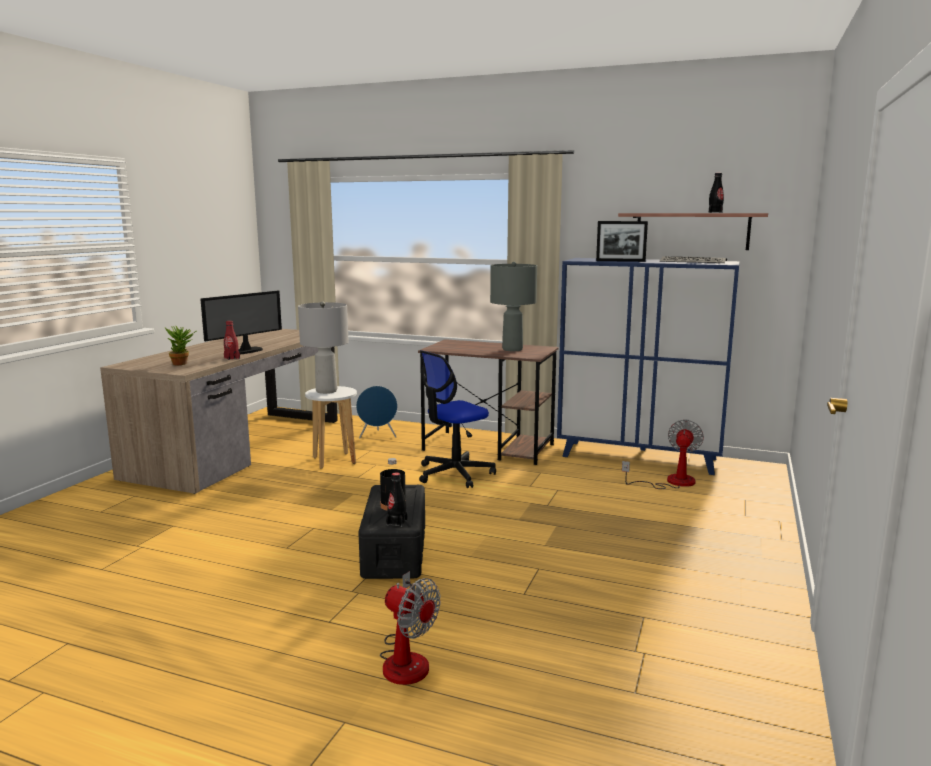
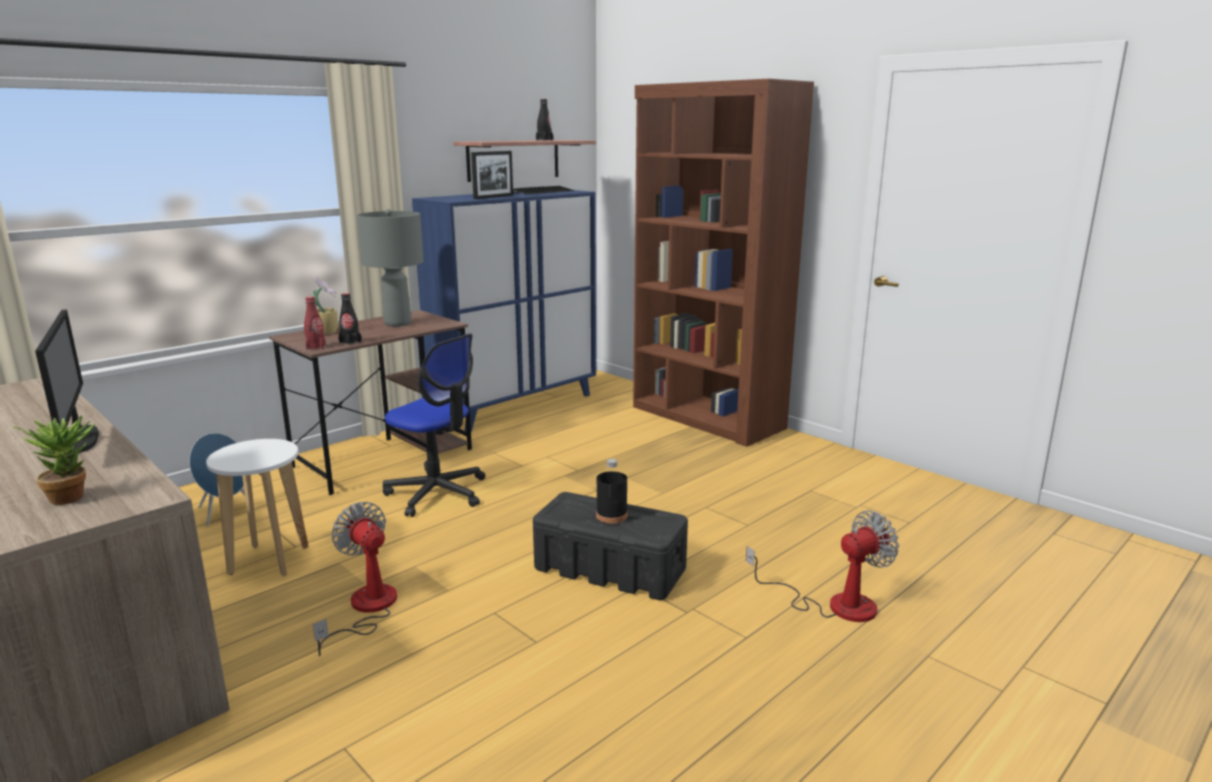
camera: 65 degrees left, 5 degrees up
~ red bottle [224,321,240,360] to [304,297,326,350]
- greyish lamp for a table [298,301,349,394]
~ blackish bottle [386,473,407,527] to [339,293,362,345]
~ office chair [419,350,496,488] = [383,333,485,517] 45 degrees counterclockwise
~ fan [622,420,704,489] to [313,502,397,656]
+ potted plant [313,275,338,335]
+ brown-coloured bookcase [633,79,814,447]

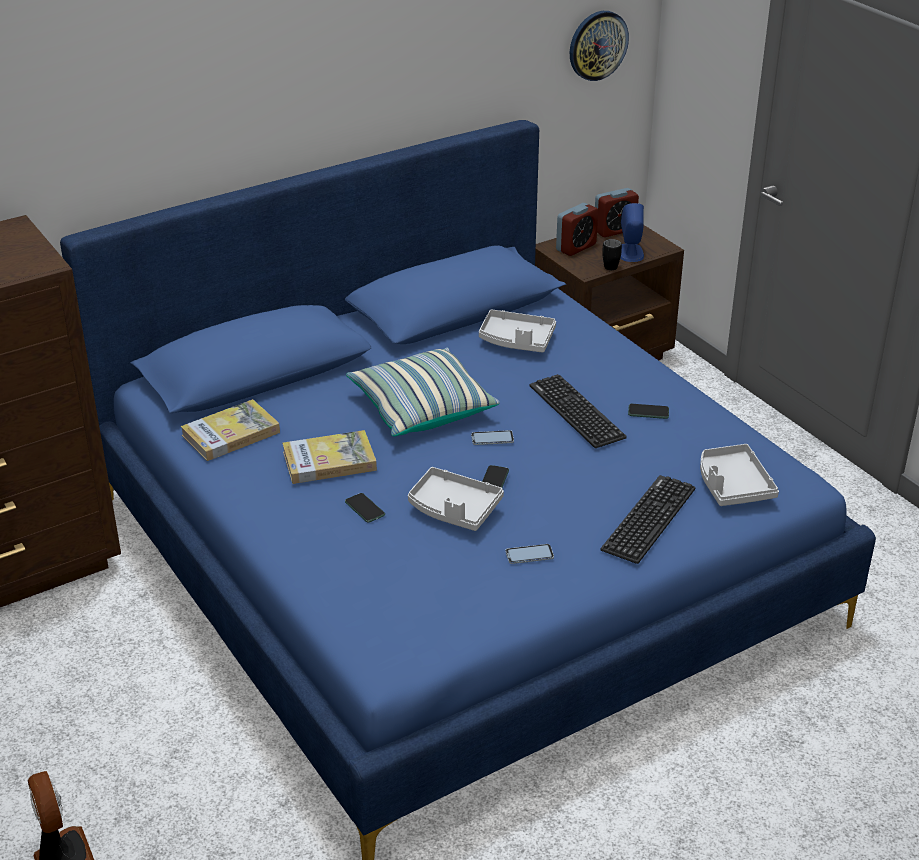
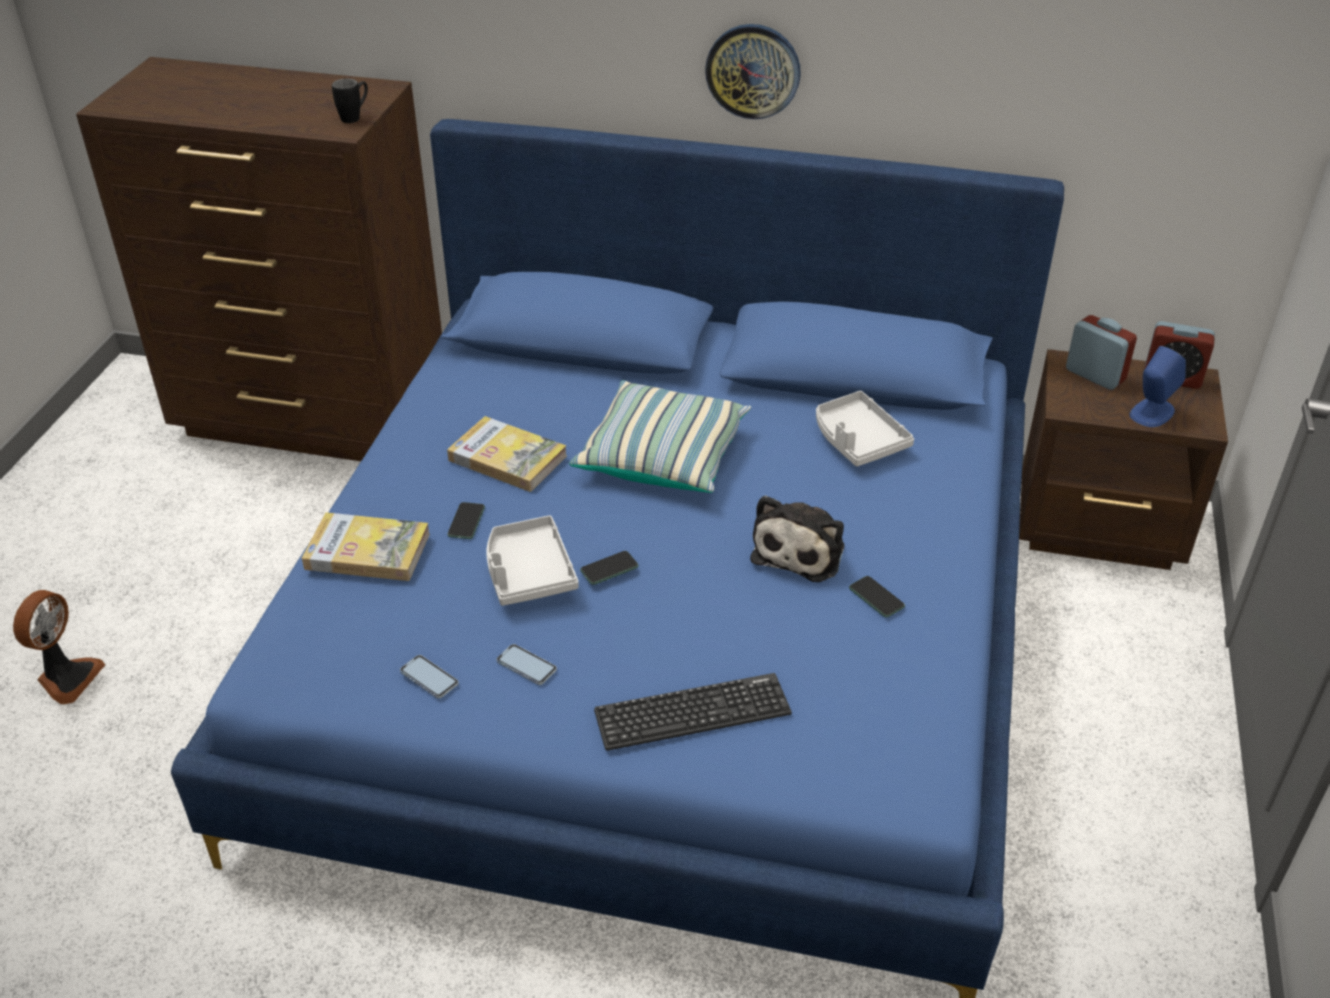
camera: 45 degrees right, 5 degrees up
~ book [181,399,280,461] to [302,512,430,581]
~ handset [471,430,514,445] to [400,655,459,698]
~ keyboard [529,374,627,448] to plush toy [750,495,844,582]
~ table clock [556,203,598,256] = [1066,315,1137,390] 135 degrees counterclockwise
~ clock on the wall [570,11,629,81] to [705,24,801,119]
~ blackish coffee mug [602,239,622,270] to [332,78,368,123]
- greyish carrying tray [700,444,779,506]

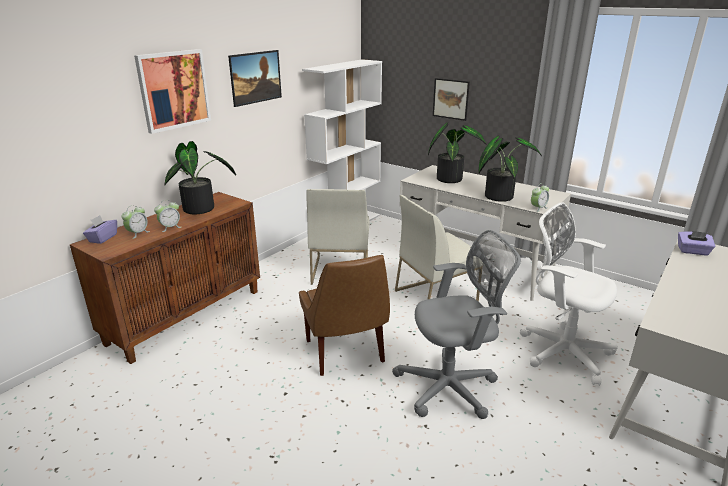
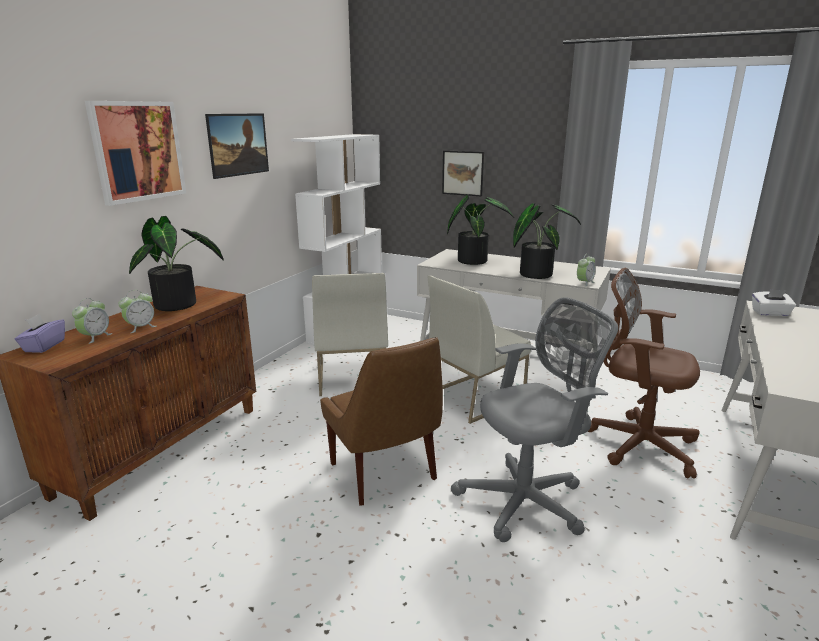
camera: 10 degrees left, 5 degrees down
~ whitish office chair [520,203,618,386] to brown-coloured office chair [588,268,700,478]
~ purplish box of tissues [678,231,715,256] to whitish box of tissues [752,289,796,316]

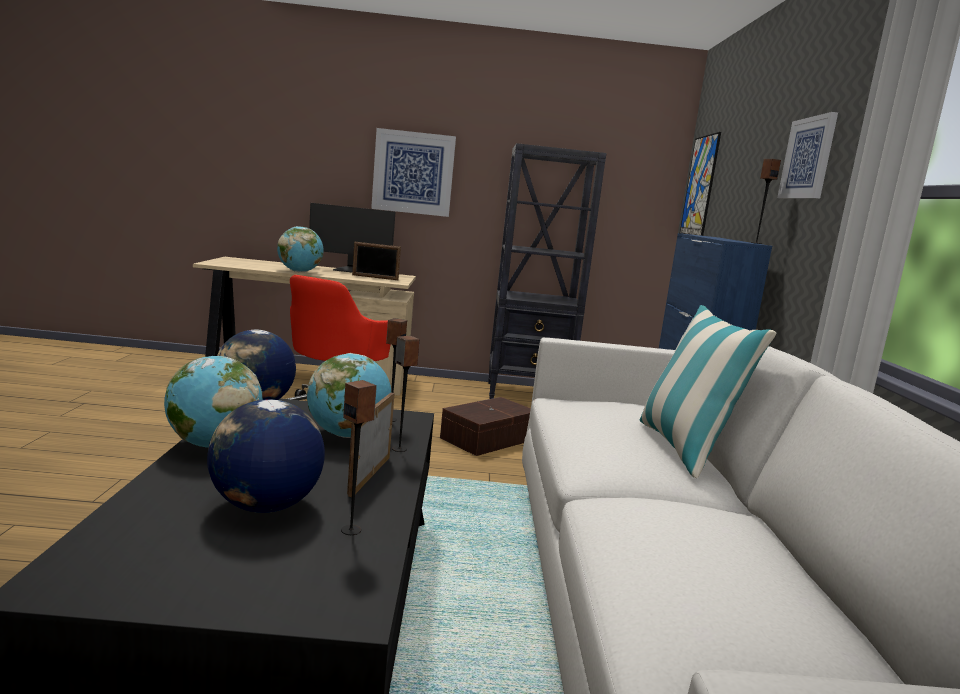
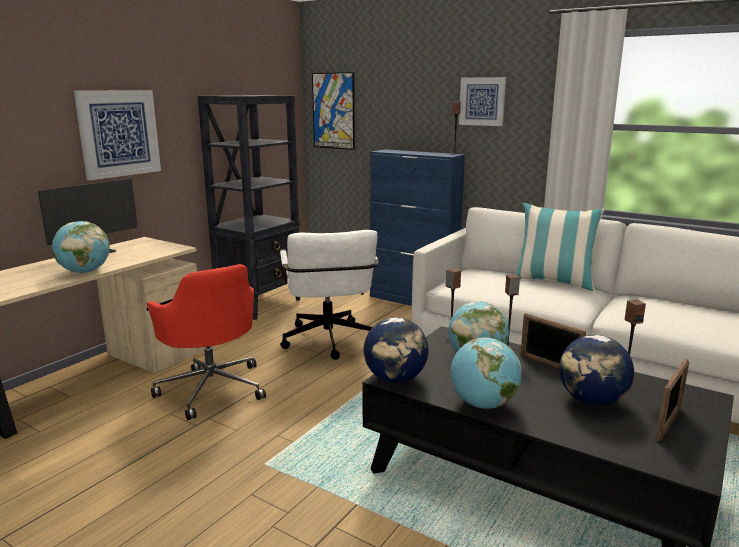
camera: 55 degrees left, 5 degrees up
~ standing frame [352,242,401,280] to [656,359,689,441]
~ brown-coloured storage bin [440,397,531,456] to whitish office chair [280,230,379,360]

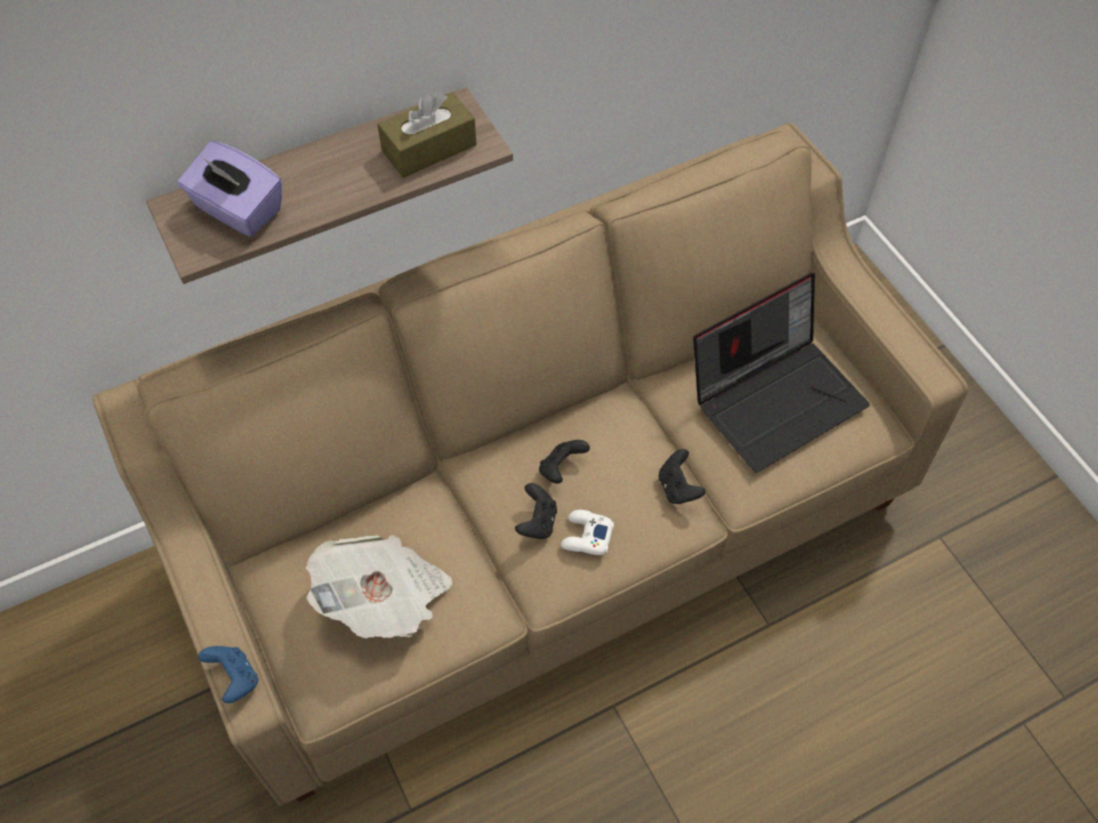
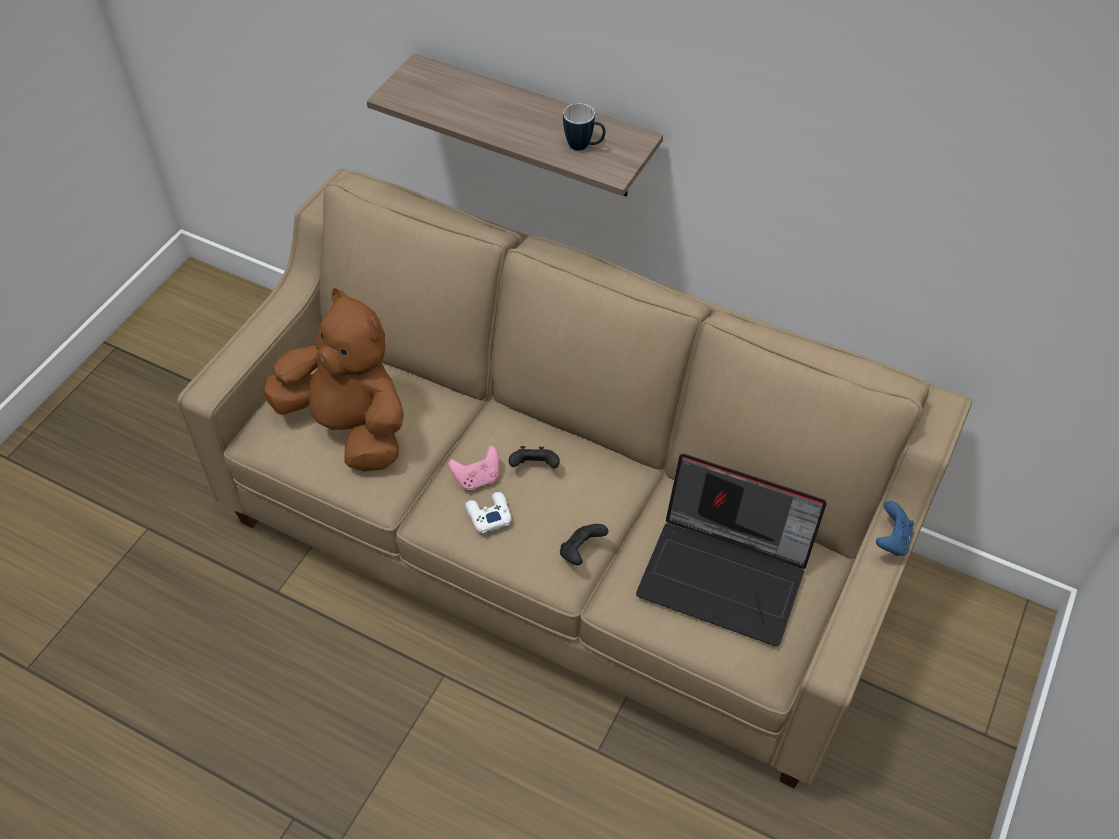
camera: 55 degrees right, 5 degrees down
- purplish box of tissues [178,141,282,237]
~ bluish gamepad [198,646,258,703] to [876,501,914,556]
~ daily paper [306,535,453,638] to brown-coloured plush toy [263,288,404,472]
~ brown-coloured box of tissues [377,92,477,178] to coffee mug [563,103,606,151]
~ blackish gamepad [515,483,557,539] to pinkish gamepad [448,446,499,490]

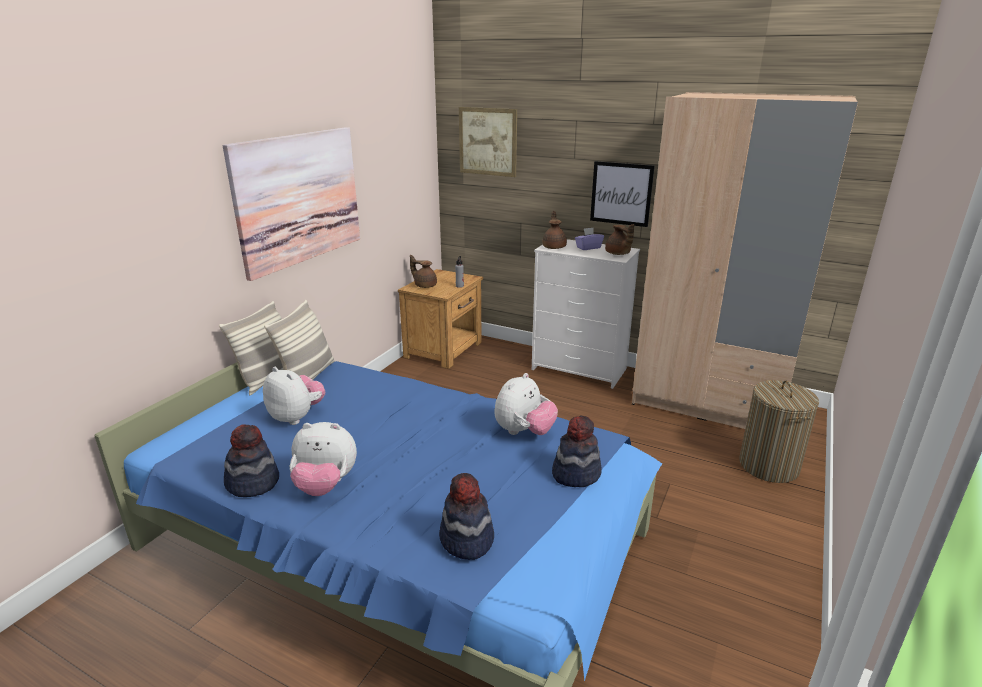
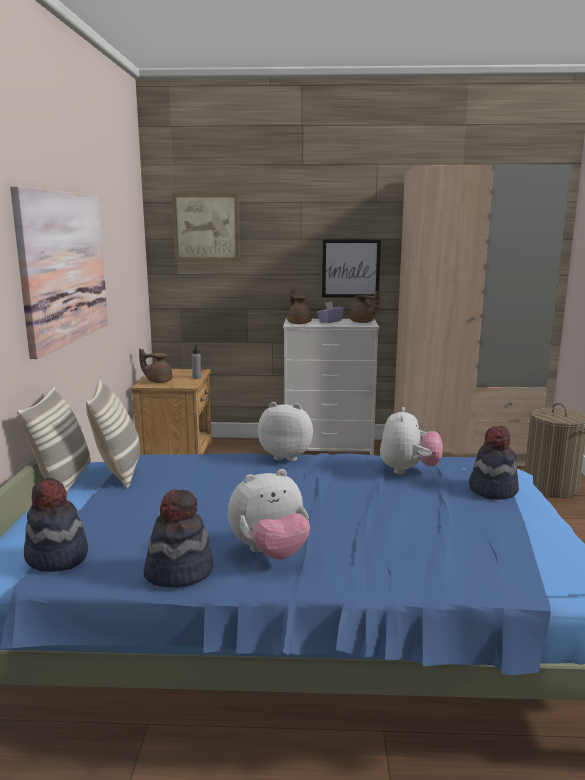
camera: 25 degrees left, 10 degrees down
~ plush toy [263,367,325,425] to [258,402,313,461]
~ hat [439,473,494,560] to [24,478,88,572]

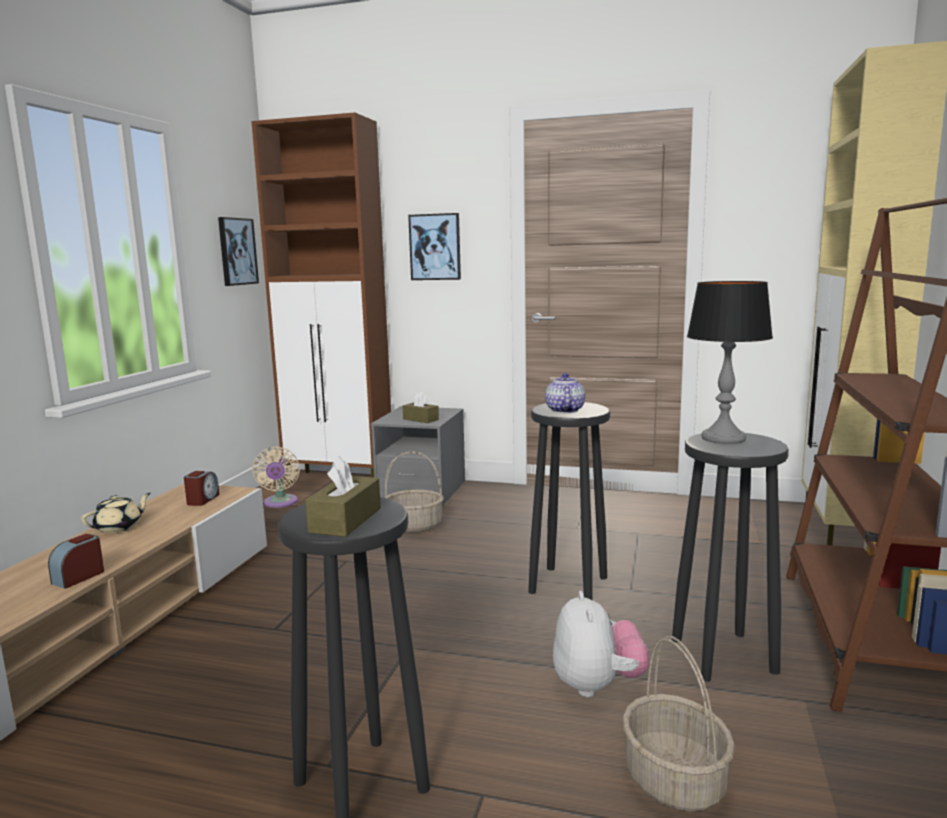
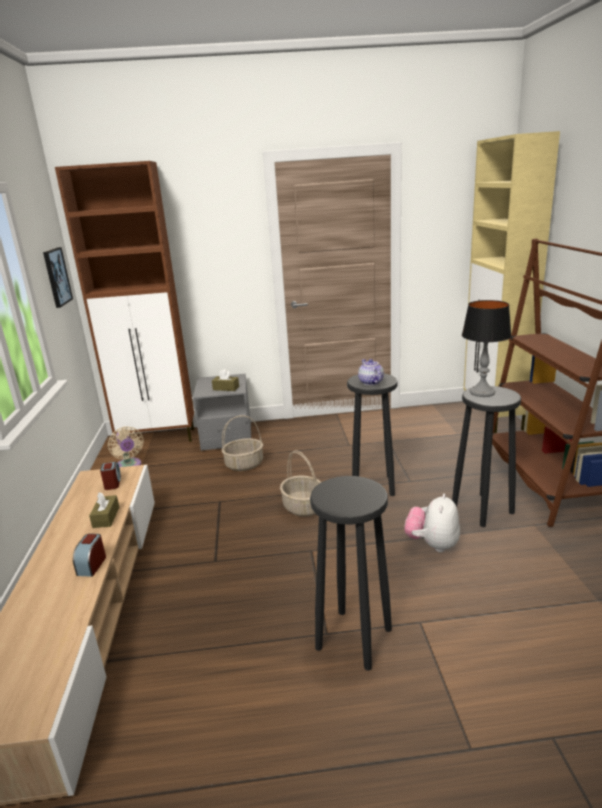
camera: 20 degrees left, 10 degrees up
- beige-coloured teapot [81,493,151,533]
~ brown-coloured box of tissues [305,456,381,537] to [89,492,119,528]
- picture [408,213,461,280]
~ plush toy [553,591,649,697] = [404,494,460,552] 135 degrees counterclockwise
~ household basket [623,636,735,812] to [280,450,321,517]

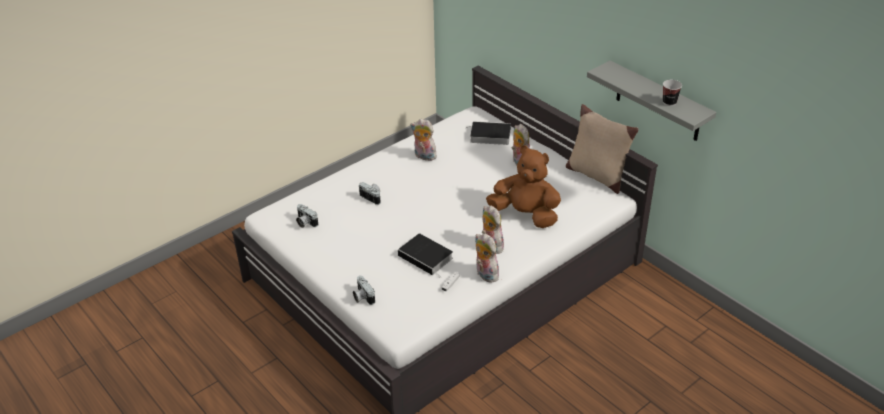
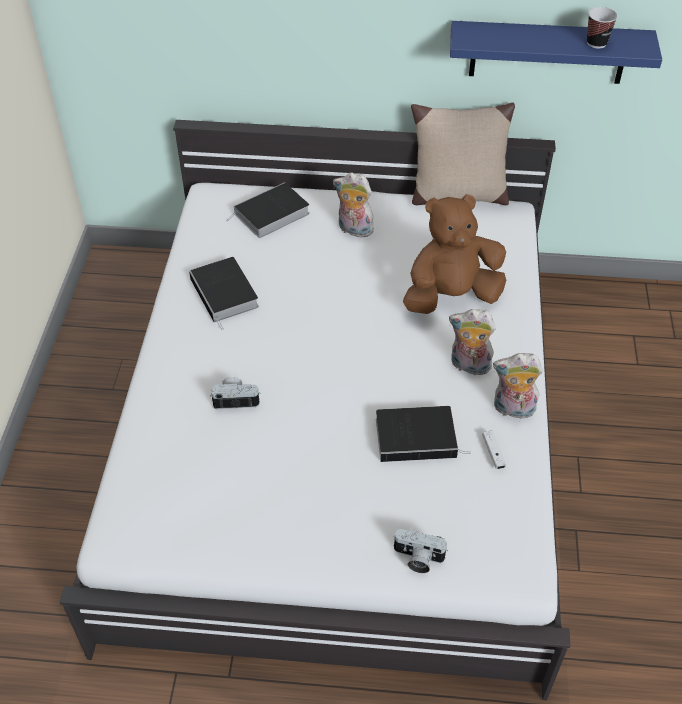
camera: 45 degrees left, 10 degrees up
- photo camera [296,204,318,228]
~ plush toy [410,119,437,161] to book [189,257,259,330]
~ greyish wall shelf [587,61,716,141] to bluish wall shelf [450,21,662,84]

